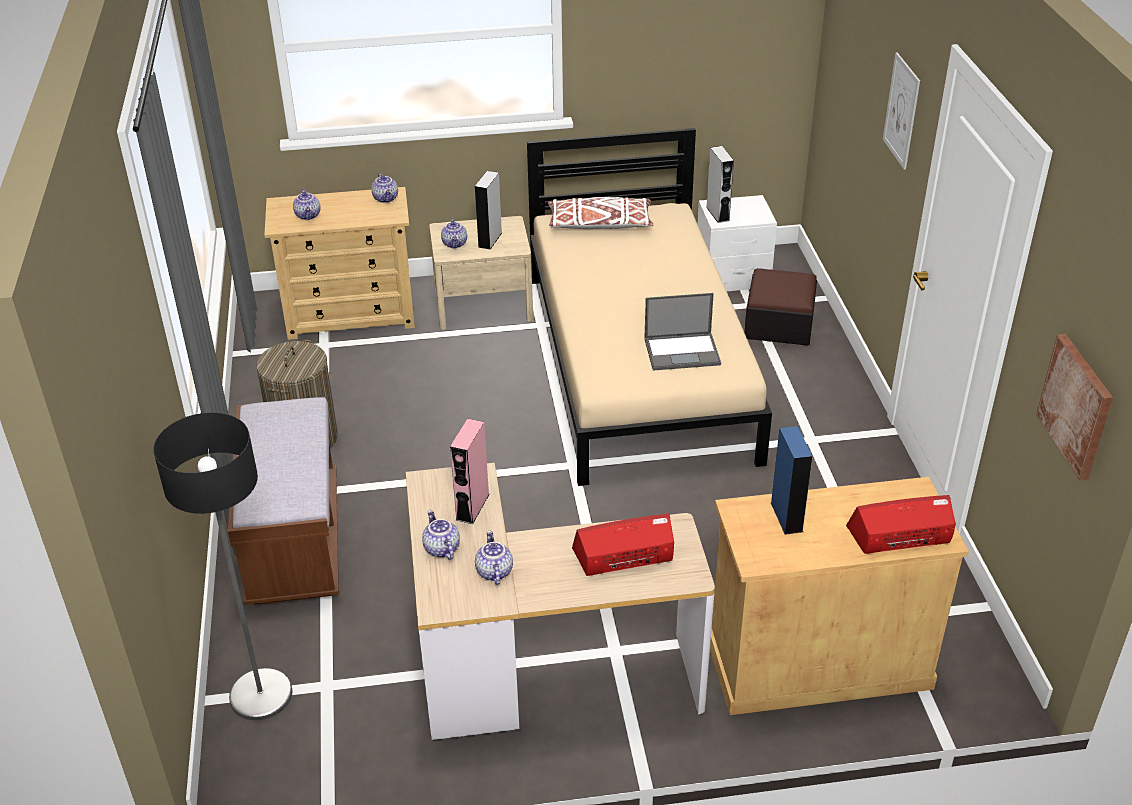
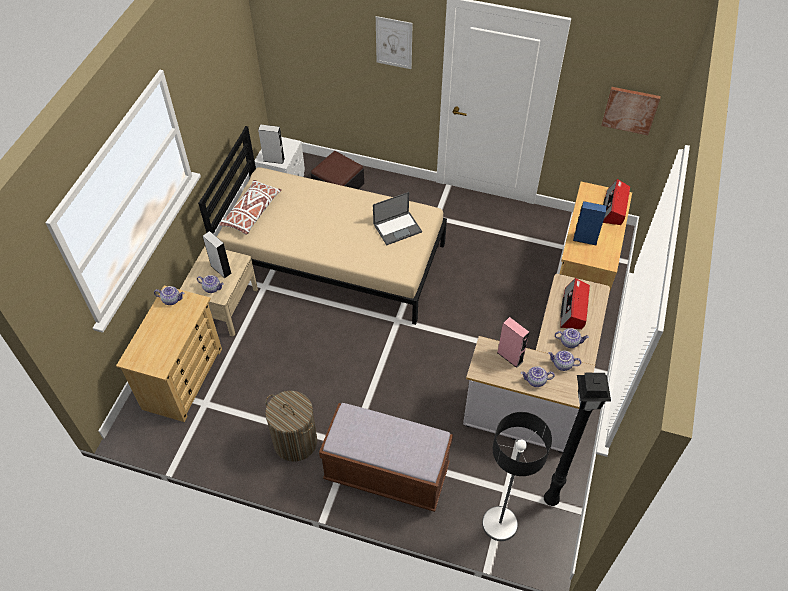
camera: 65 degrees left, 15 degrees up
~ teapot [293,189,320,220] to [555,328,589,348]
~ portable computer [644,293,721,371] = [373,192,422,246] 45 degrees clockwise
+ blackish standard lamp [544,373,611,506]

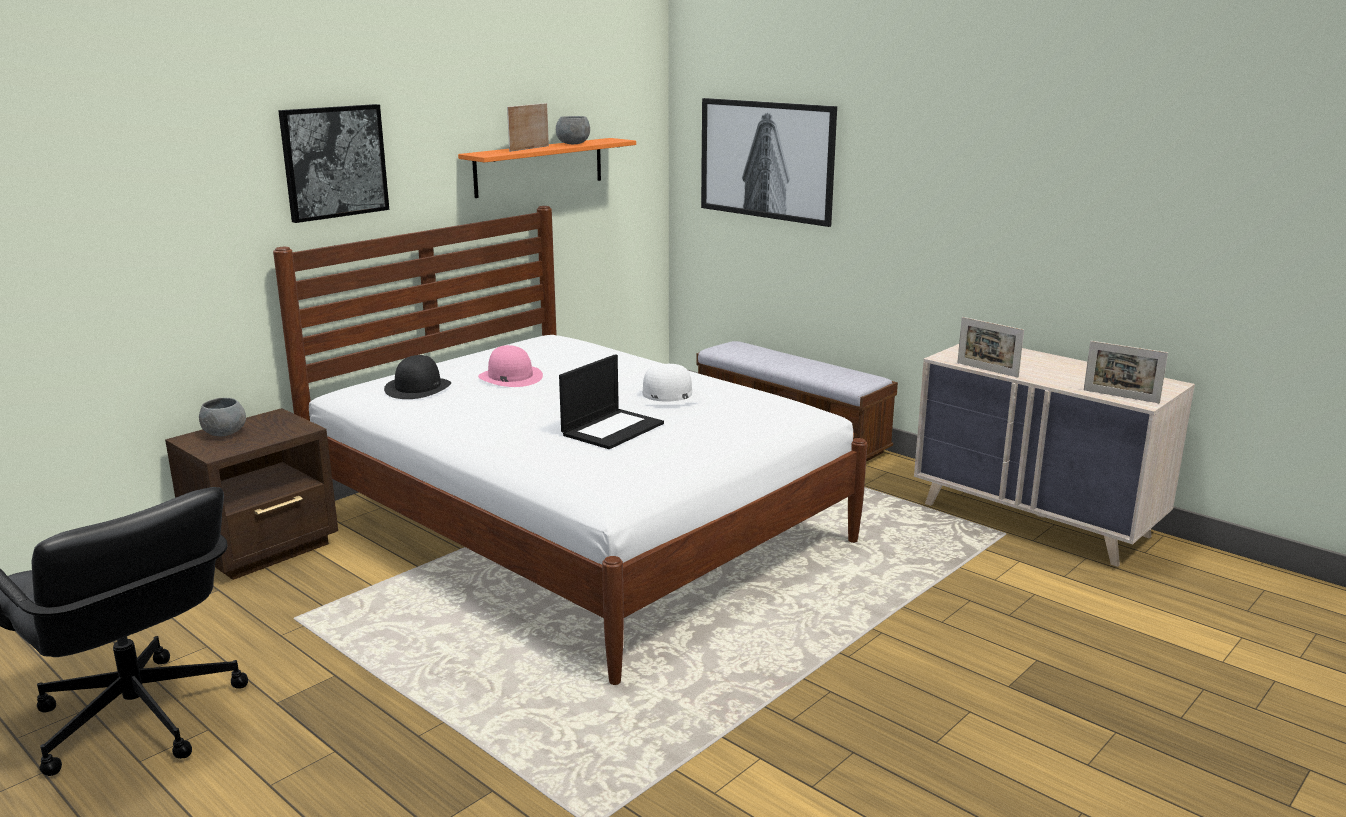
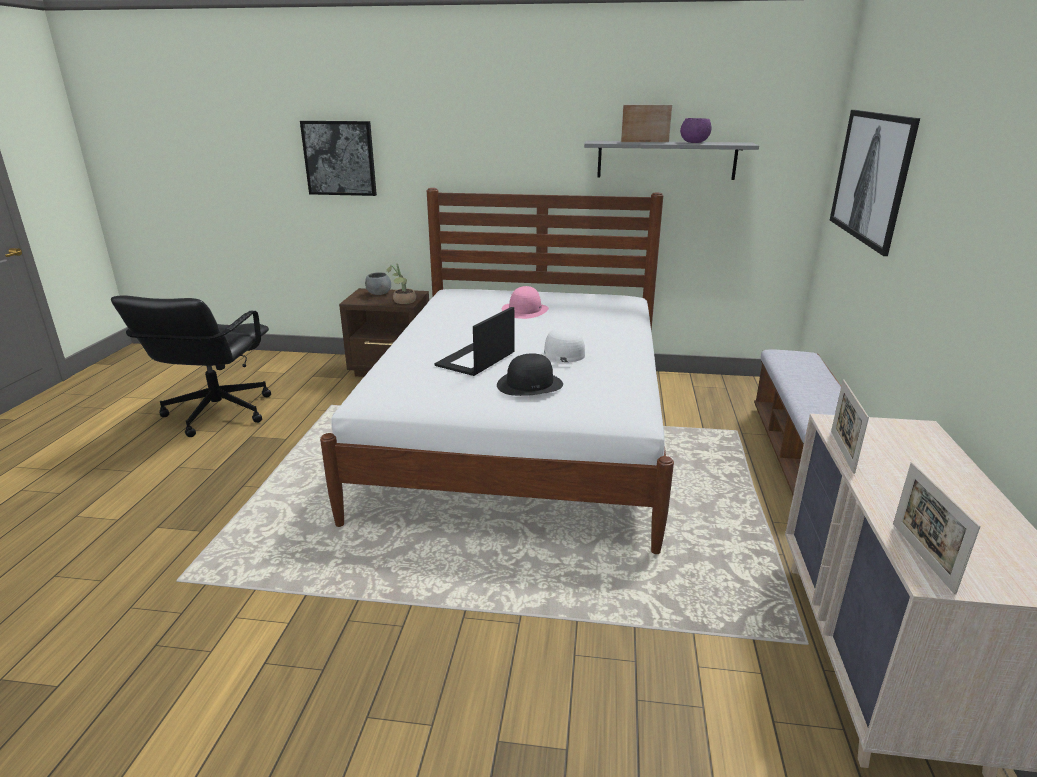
camera: 55 degrees right, 5 degrees up
~ picture [278,104,389,223] to [300,121,377,196]
~ blackish hat [384,355,451,399] to [497,353,563,396]
~ orange wall shelf [458,138,636,198] to greyish wall shelf [584,141,759,180]
~ greyish bowl [556,116,590,144] to purplish bowl [680,118,711,143]
~ portable computer [559,354,664,449] = [434,307,514,376] 120 degrees clockwise
+ potted plant [386,263,416,304]

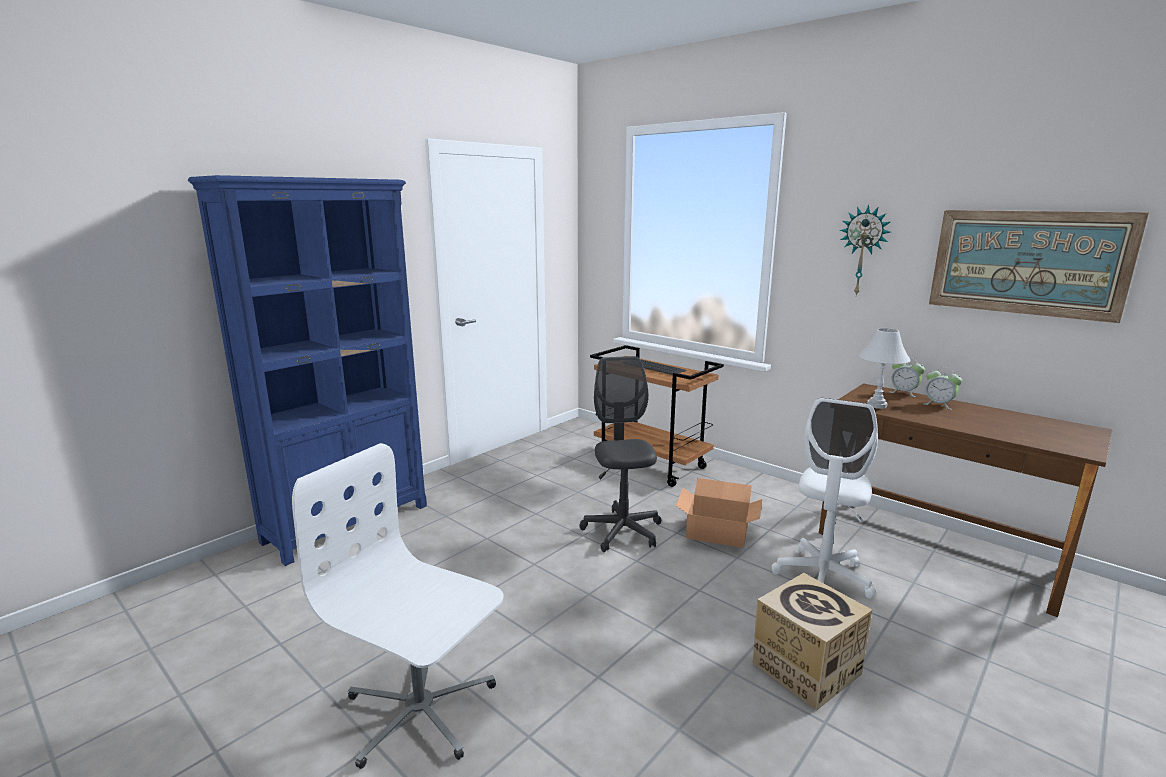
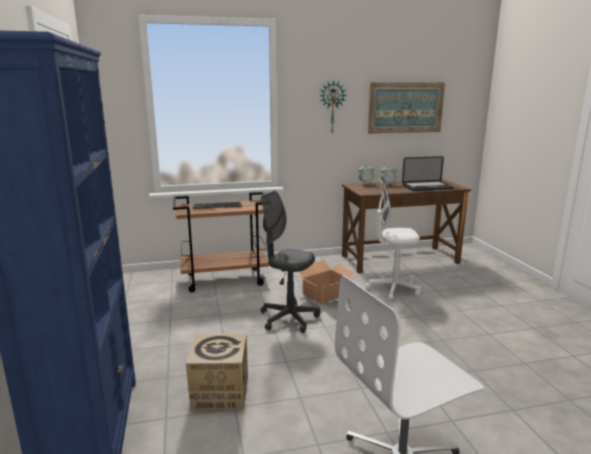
camera: 55 degrees left, 0 degrees up
~ carton [753,573,872,710] to [186,334,248,410]
~ whitish office chair [771,398,878,599] = [366,178,421,300] 120 degrees clockwise
- whitish lamp for a table [858,328,911,409]
+ portable computer [402,156,454,191]

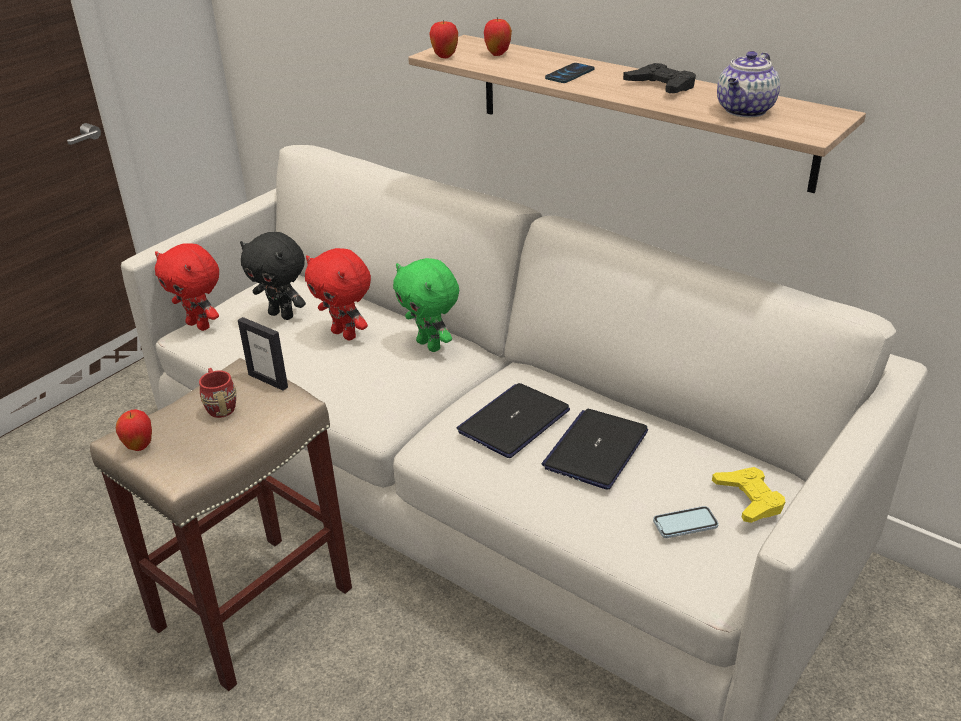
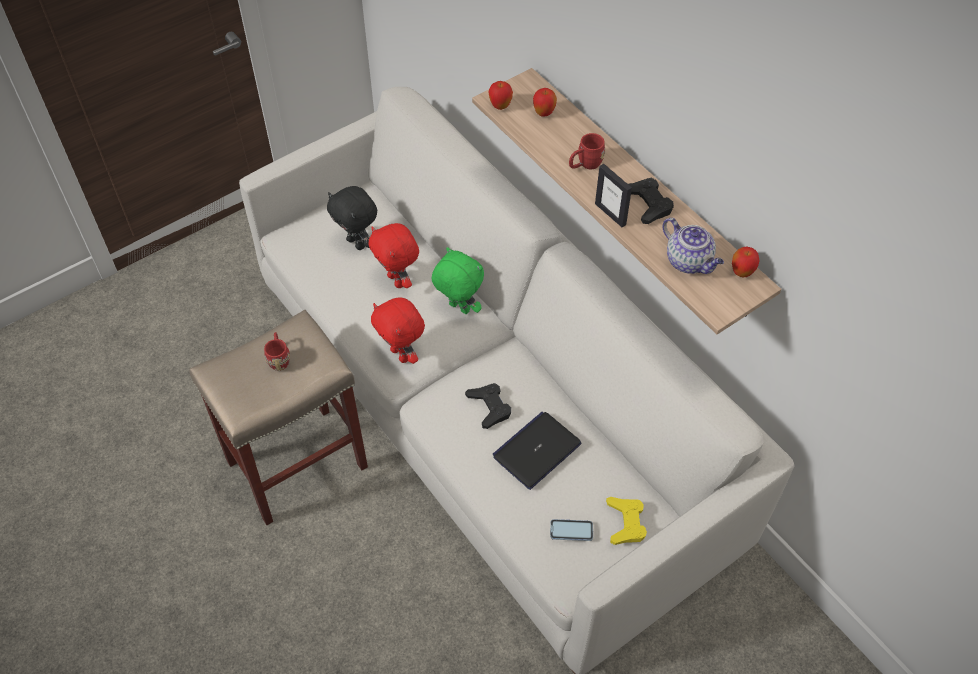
camera: 15 degrees right, 20 degrees up
~ whole apple [116,409,152,451] to [732,247,759,277]
~ red plush toy [155,243,219,331] to [371,298,425,364]
~ standing frame [238,317,288,391] to [595,164,632,227]
~ green-coloured plush toy [393,258,459,352] = [432,247,484,314] 150 degrees clockwise
~ portable computer [457,383,570,458] to blackish gamepad [465,383,511,429]
~ handset [545,63,594,83] to red coffee mug [569,133,605,169]
~ teapot [717,51,780,117] = [662,218,724,274] 90 degrees counterclockwise

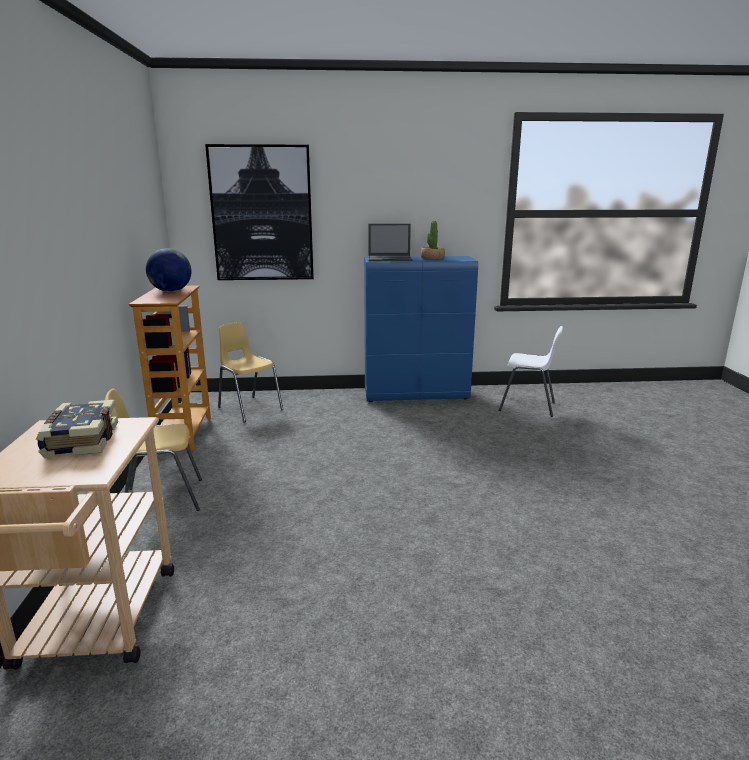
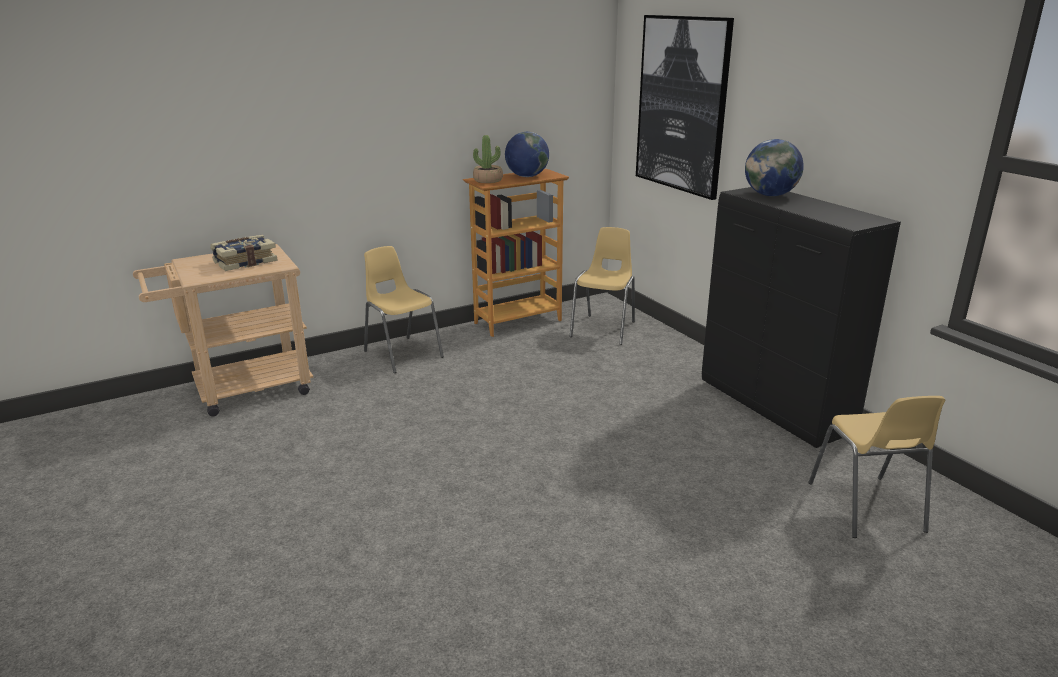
camera: 65 degrees right, 5 degrees up
~ bluish cupboard [364,256,478,402] to blackish cupboard [702,187,901,448]
~ portable computer [368,224,412,261] to globe [745,139,804,196]
~ potted plant [421,221,445,260] to [473,135,503,183]
~ whitish plain chair [499,326,563,417] to yellow plain chair [808,396,945,538]

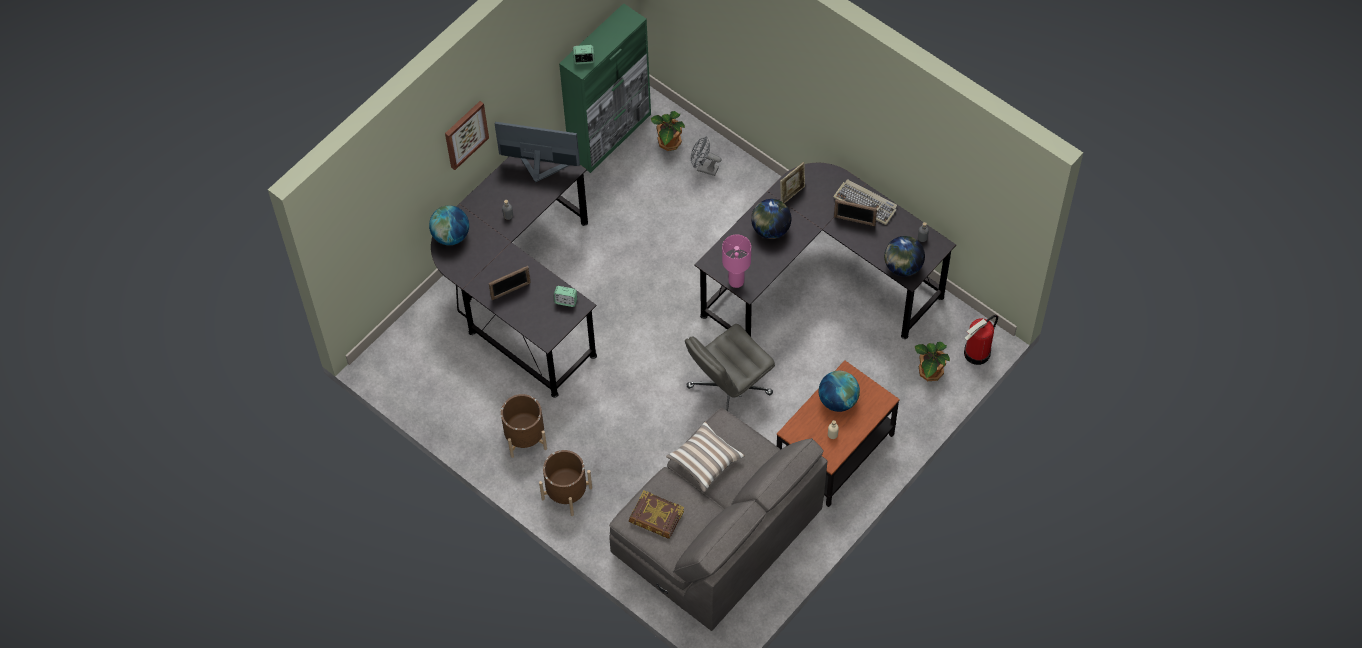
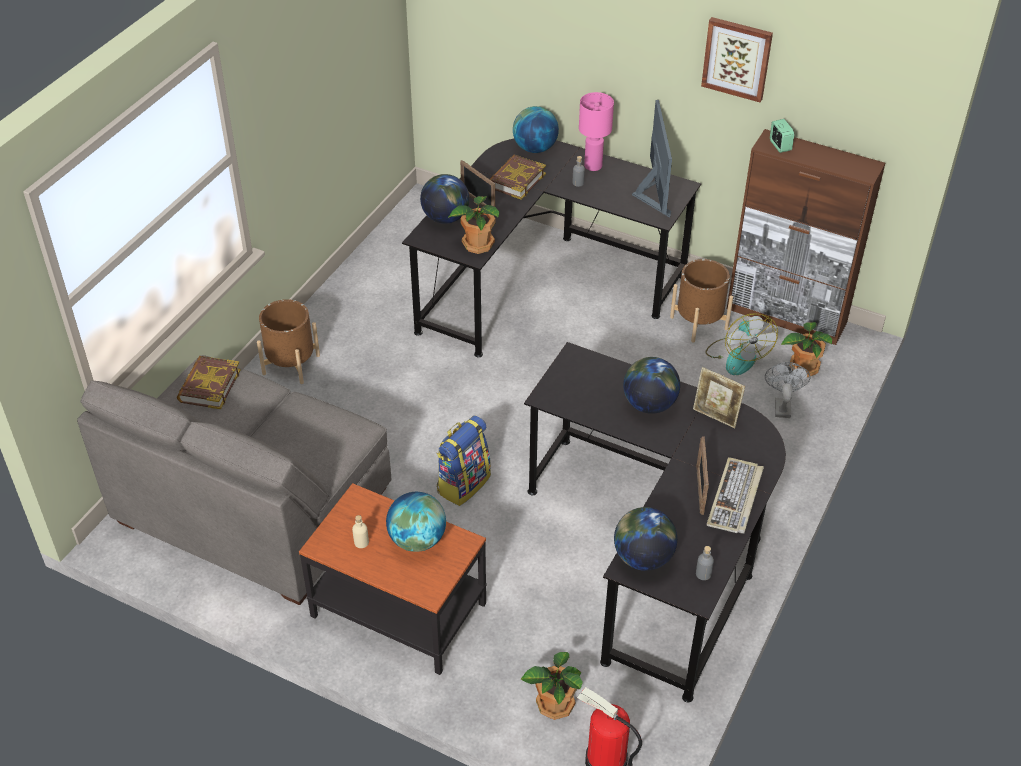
camera: 75 degrees right, 15 degrees down
~ picture [445,101,489,170] to [701,17,773,102]
~ brown-coloured flower pot [501,394,547,458] to [670,259,733,342]
~ table clock [554,286,577,307] to potted plant [448,196,500,254]
~ green-coloured cupboard [559,3,651,173] to brown-coloured cupboard [727,129,885,345]
- pillow [666,422,745,492]
~ greyish office chair [685,324,775,411] to knapsack [437,415,491,506]
~ pinkish lamp for a table [722,234,751,288] to [579,92,614,171]
+ globe [420,174,470,224]
+ book [490,154,546,200]
+ fan [705,313,778,375]

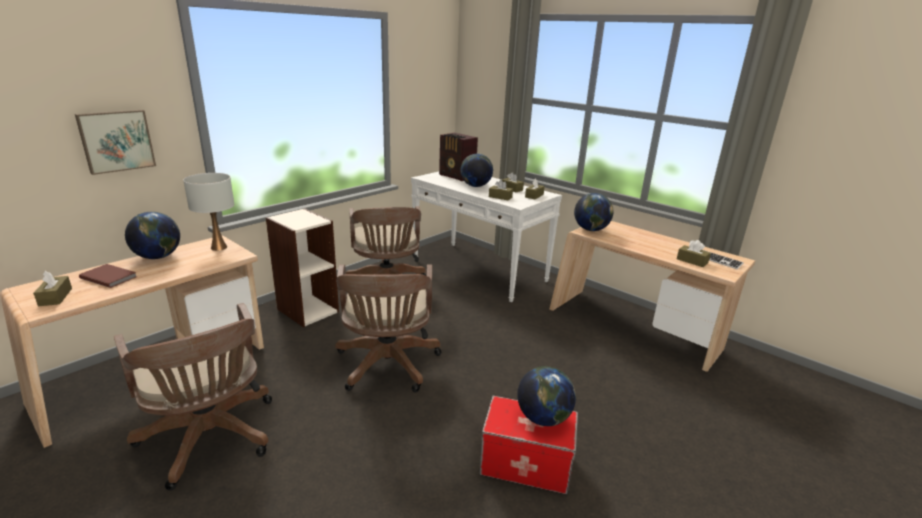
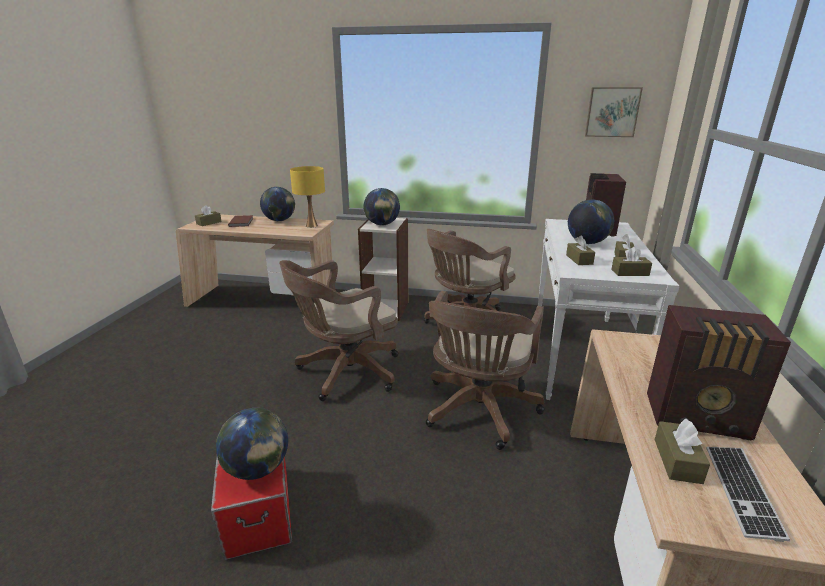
camera: 60 degrees right, 0 degrees up
~ picture [75,110,156,175] to [585,87,643,137]
~ brown-coloured office chair [114,303,272,490] to [426,291,544,450]
~ whitish lamp for a table [183,173,234,251] to yellow lamp for a table [290,166,325,228]
~ globe [574,193,613,231] to [363,188,400,226]
+ radio [647,305,791,441]

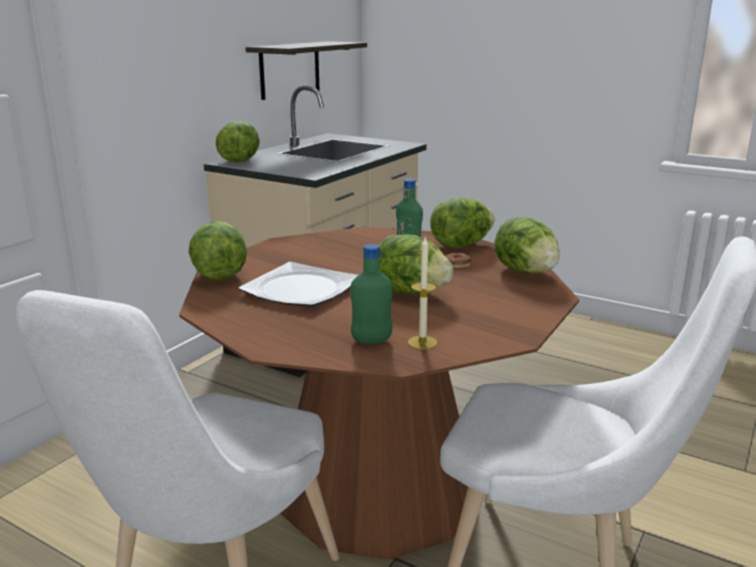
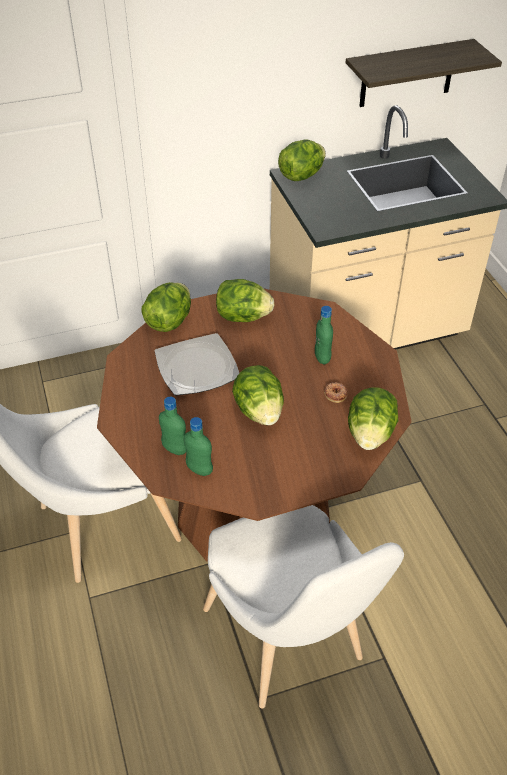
camera: 40 degrees right, 25 degrees up
~ wax light [408,237,437,350] to green-coloured bottle [184,417,213,476]
~ lettuce head [430,198,494,248] to [216,279,274,322]

